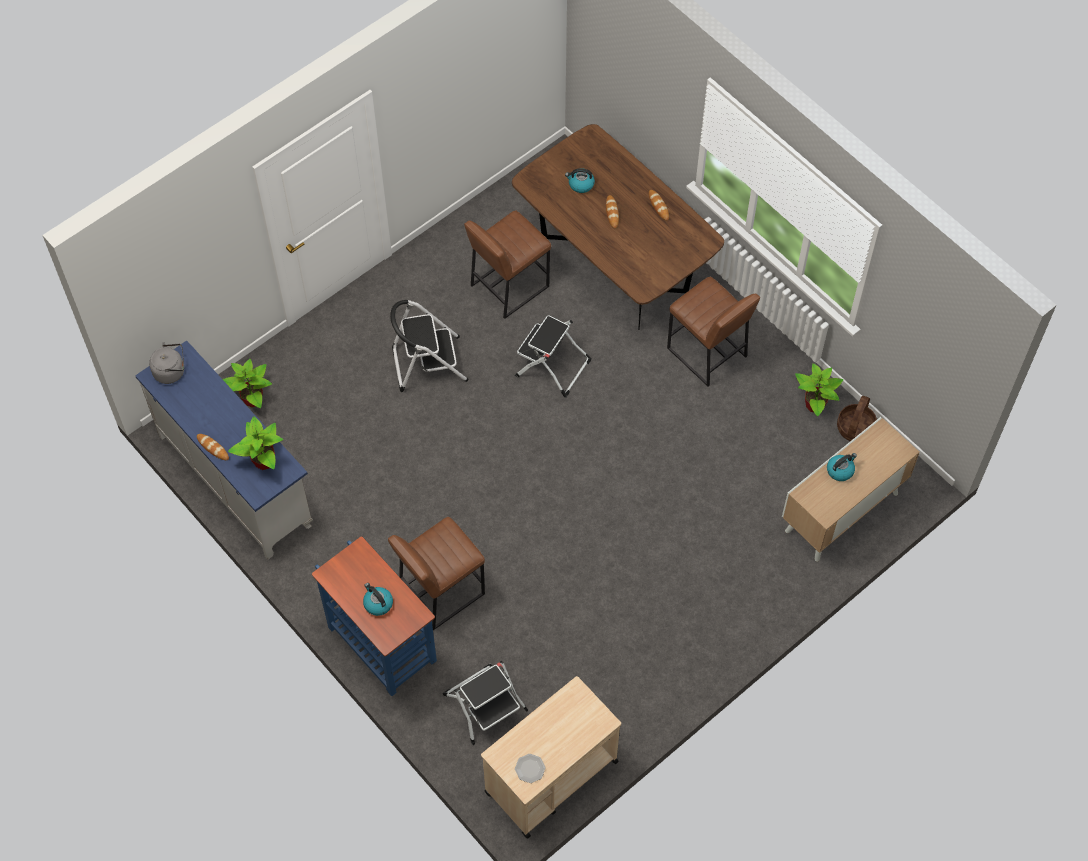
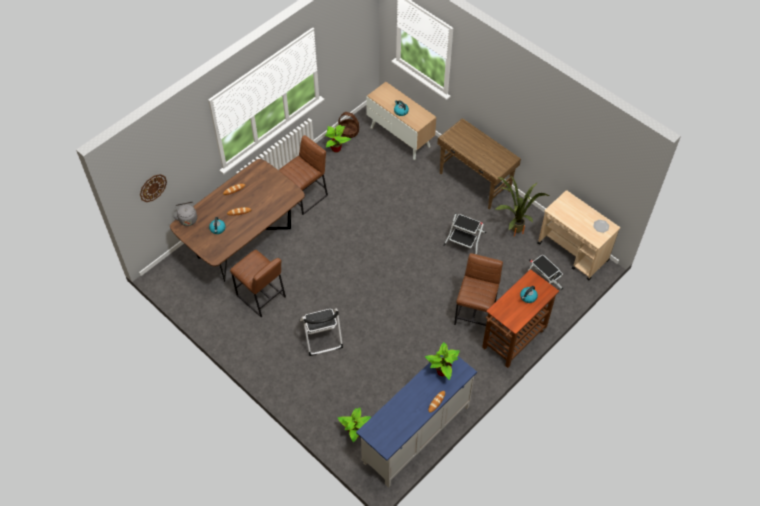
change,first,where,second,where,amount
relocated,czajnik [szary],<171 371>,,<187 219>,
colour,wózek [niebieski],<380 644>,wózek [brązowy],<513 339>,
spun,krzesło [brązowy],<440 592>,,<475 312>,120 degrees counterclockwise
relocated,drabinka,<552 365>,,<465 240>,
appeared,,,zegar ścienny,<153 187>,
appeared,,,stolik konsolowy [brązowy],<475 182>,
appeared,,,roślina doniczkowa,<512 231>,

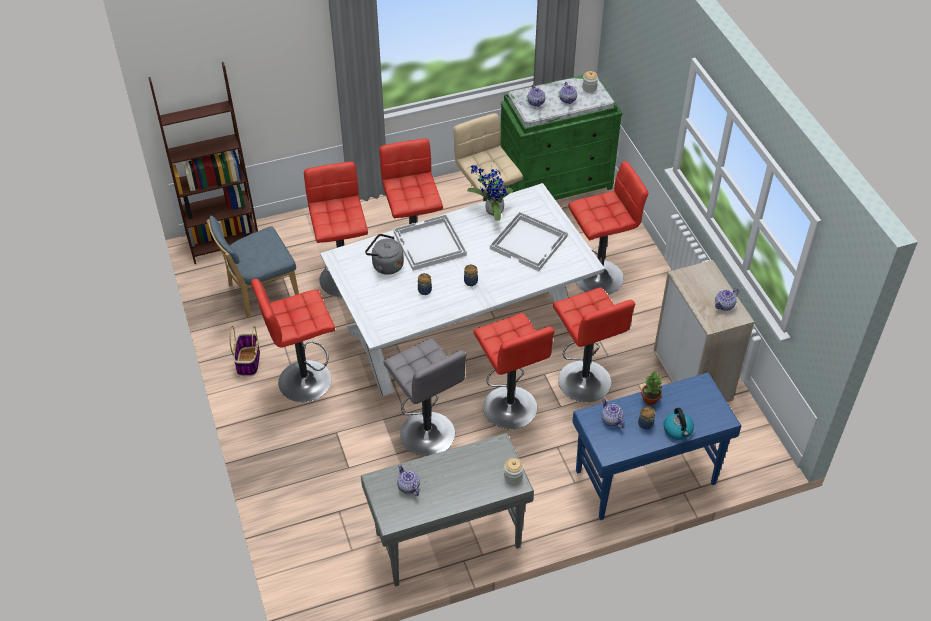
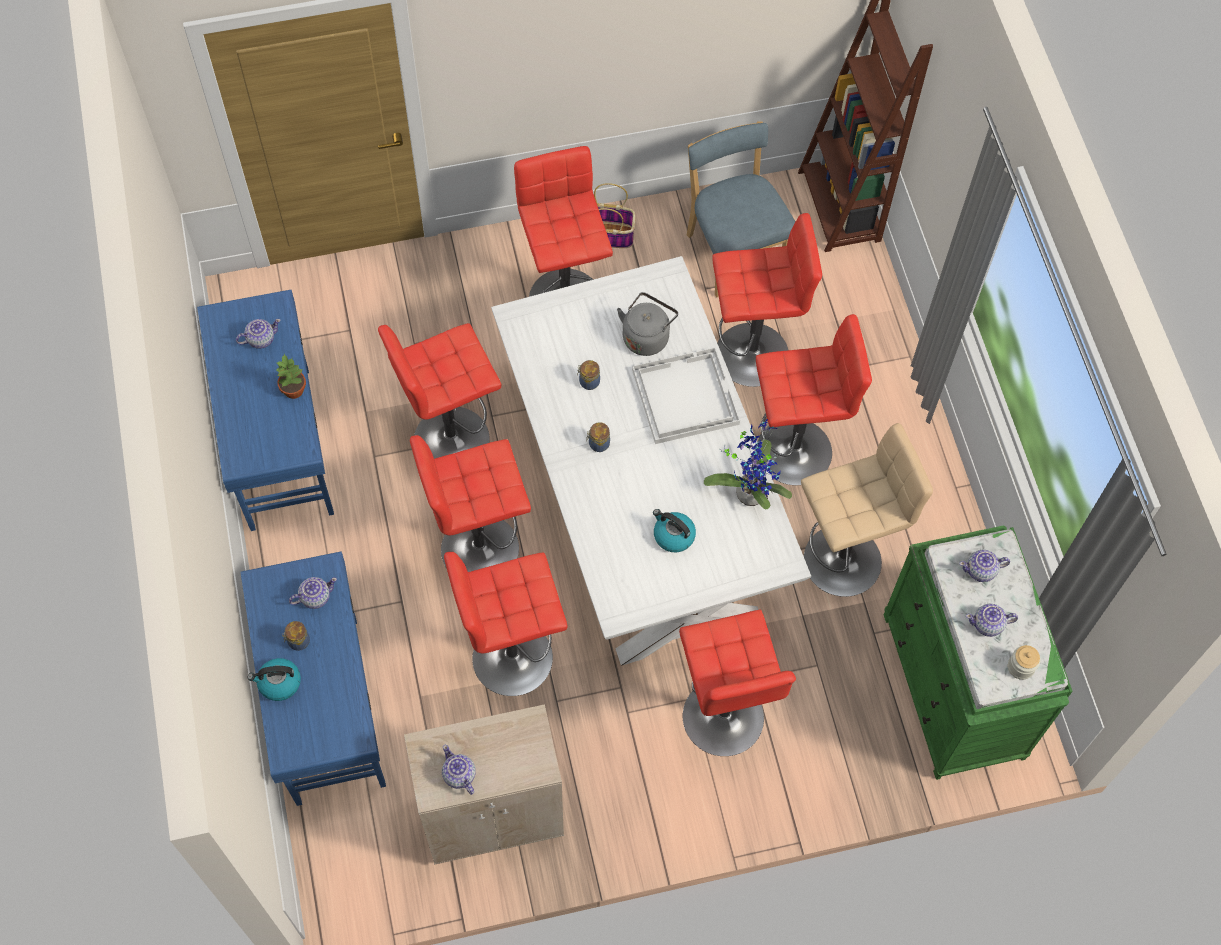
change,first,where,second,where,amount
colour,stolik konsolowy [szary],<447 541>,stolik konsolowy [niebieski],<279 447>,
colour,stołek [szary],<427 434>,stołek [czerwony],<450 439>,
exchanged,taca [biały],<529 242>,czajnik,<673 535>,
missing,słoik,<513 476>,,,
relocated,roślina doniczkowa,<650 399>,,<293 389>,

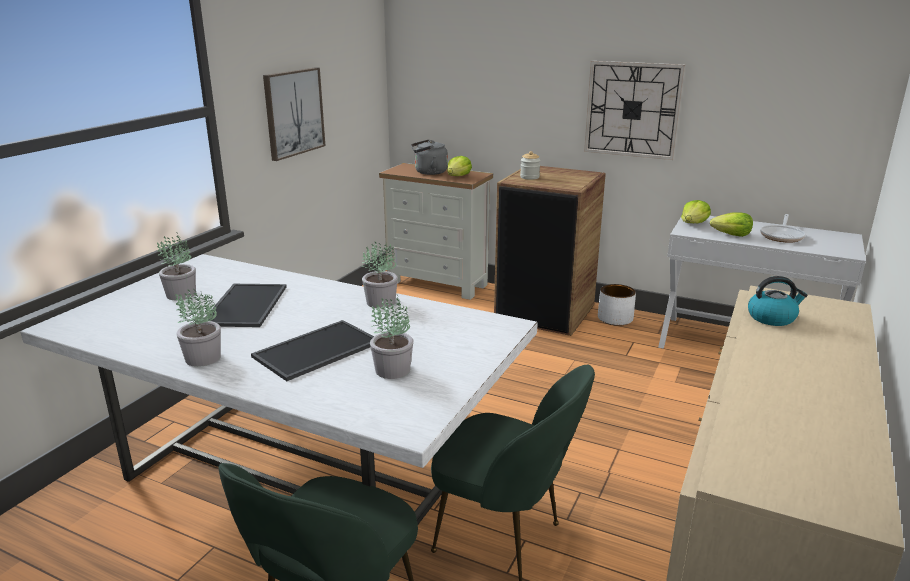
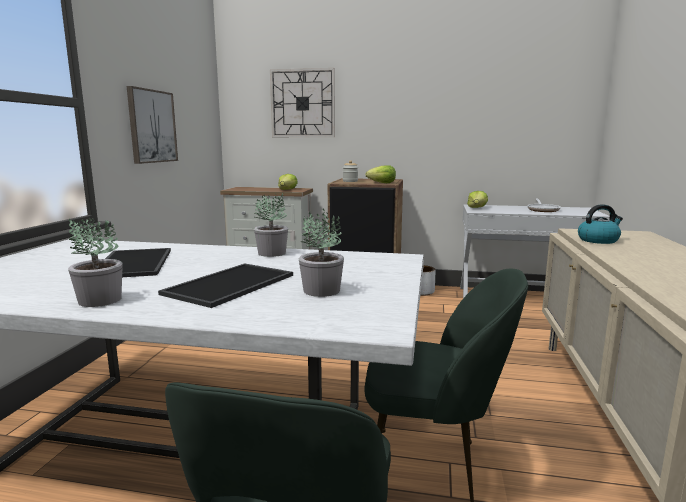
change,first,where,second,where,amount
missing,roślina doniczkowa,<181 294>,,,
missing,czajnik [szary],<428 172>,,,
relocated,zegar ścienny,<632 109>,,<302 103>,
relocated,sałata,<731 235>,,<382 183>,

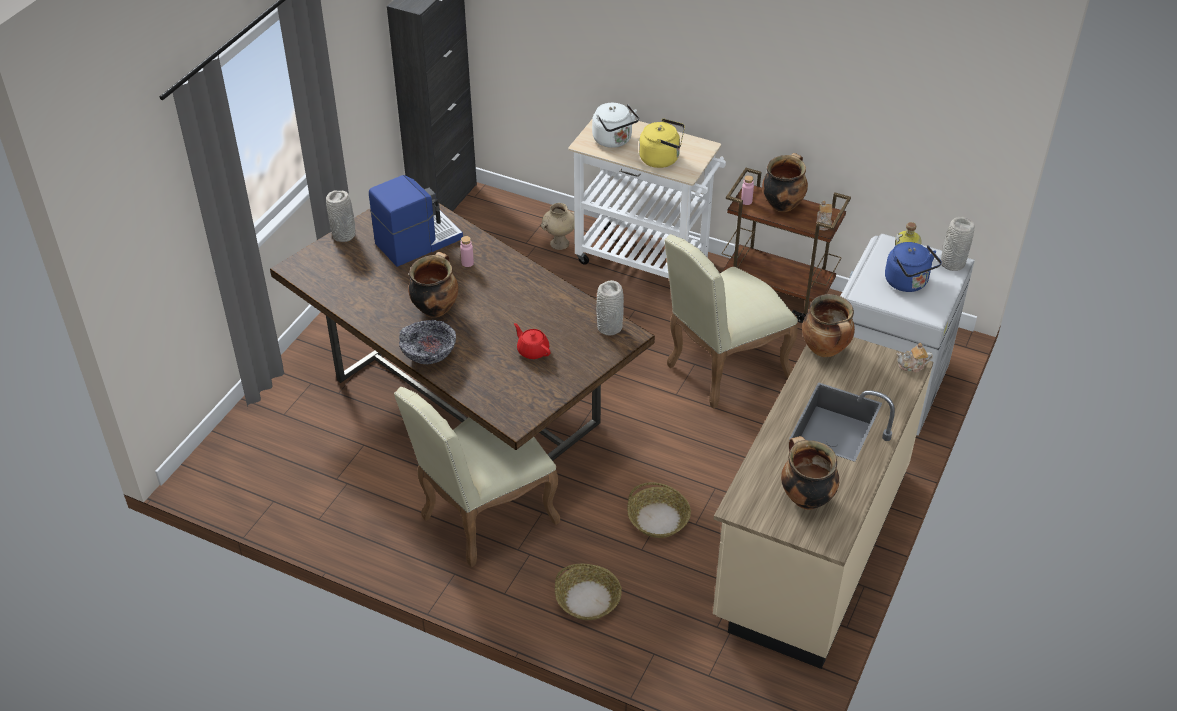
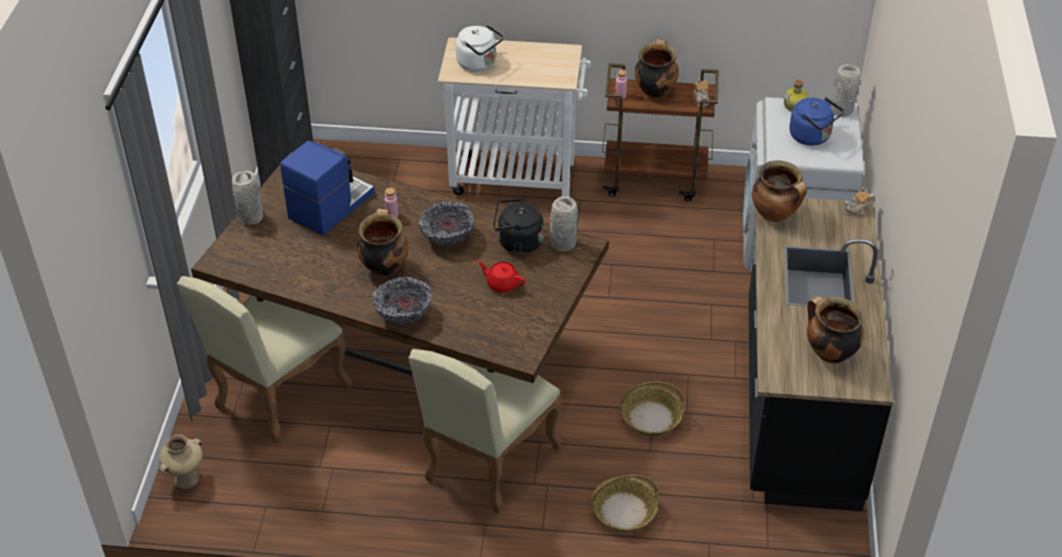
change,first,where,second,where,amount
relocated,wazon [beżowy],<559 243>,,<186 478>,
missing,czajnik [żółty],<662 159>,,,
relocated,krzesło [beżowy],<723 369>,,<277 396>,
colour,zabudowa kuchenna [beżowy],<810 545>,zabudowa kuchenna [czarny],<797 402>,
appeared,,,miska,<447 237>,
appeared,,,czajnik [czarny],<517 242>,

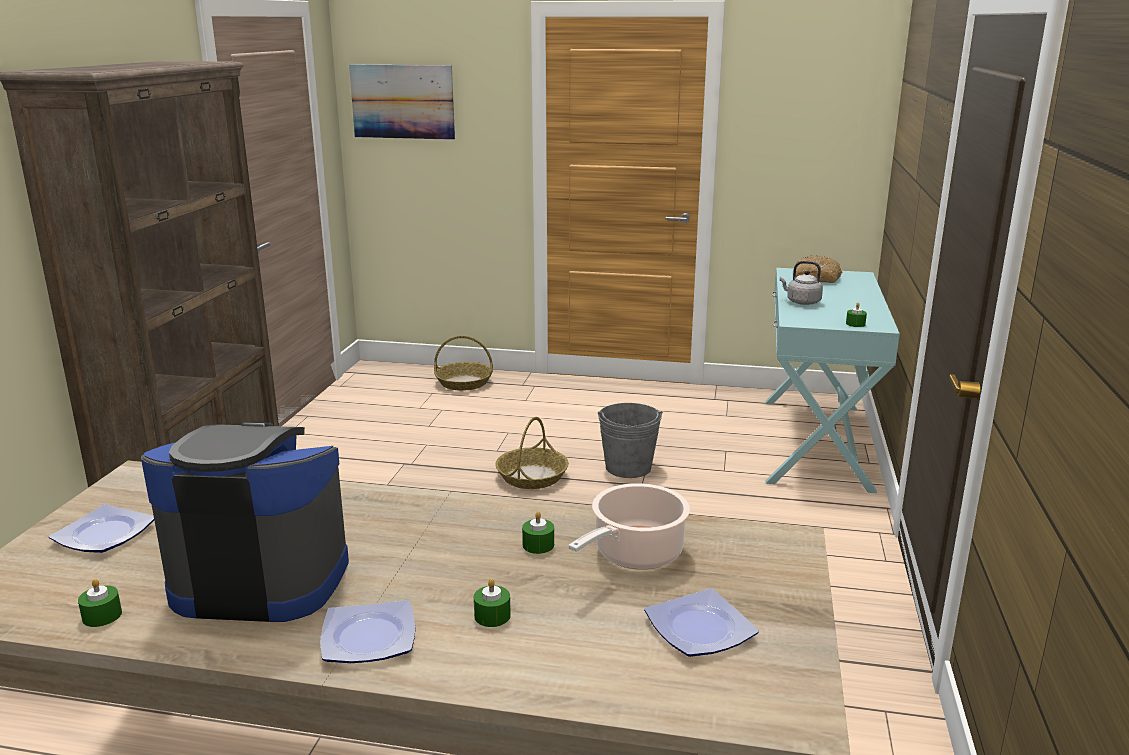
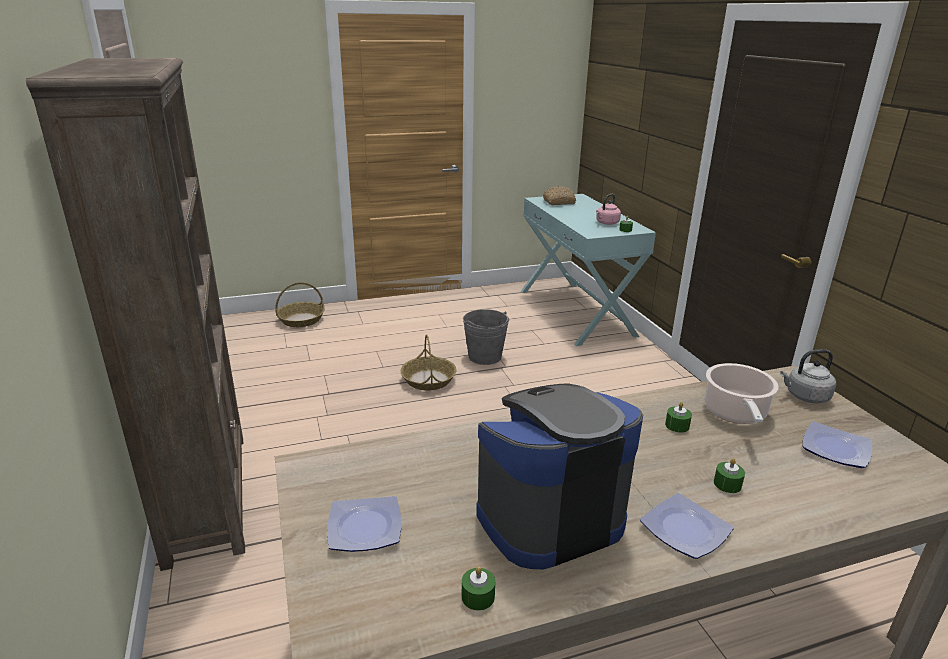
change,first,where,second,where,amount
missing,obraz,<402 101>,,,
relocated,czajnik [szary],<801 302>,,<805 396>,
appeared,,,czajnik [różowy],<606 223>,

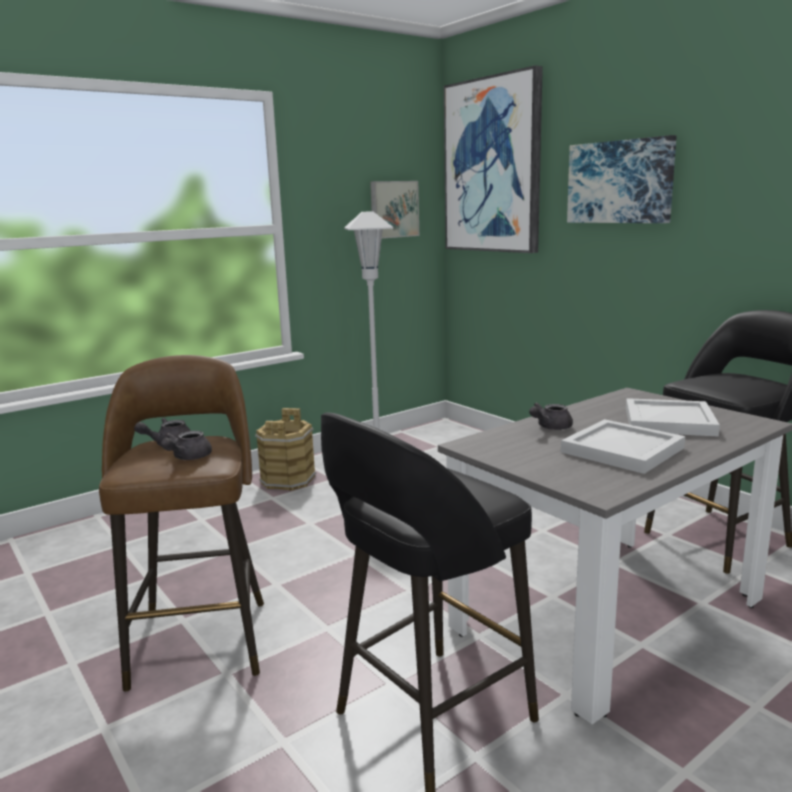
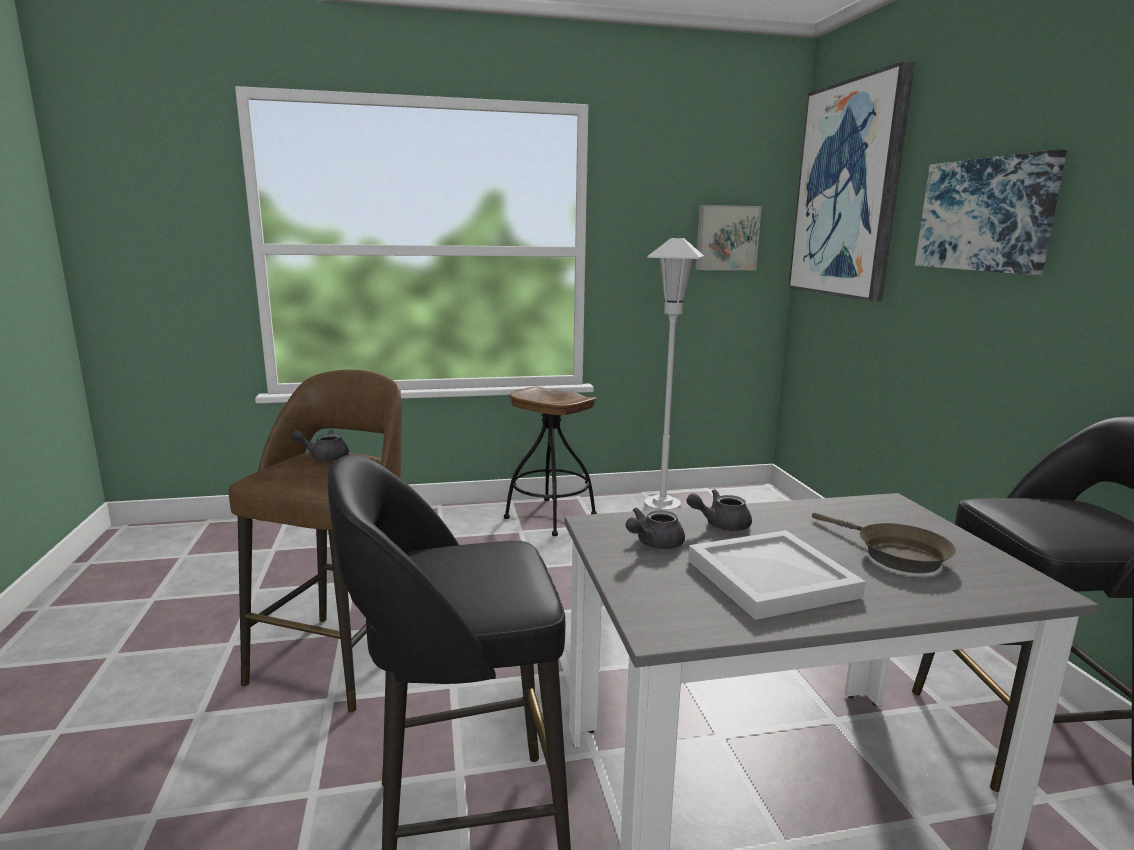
change,first,where,second,where,amount
relocated,imbryk [szary],<187 458>,,<654 544>,
exchanged,wiadro [brązowy],<287 480>,stołek [brązowy],<550 516>,
exchanged,taca [biały],<670 422>,patelnia [brązowy],<894 554>,

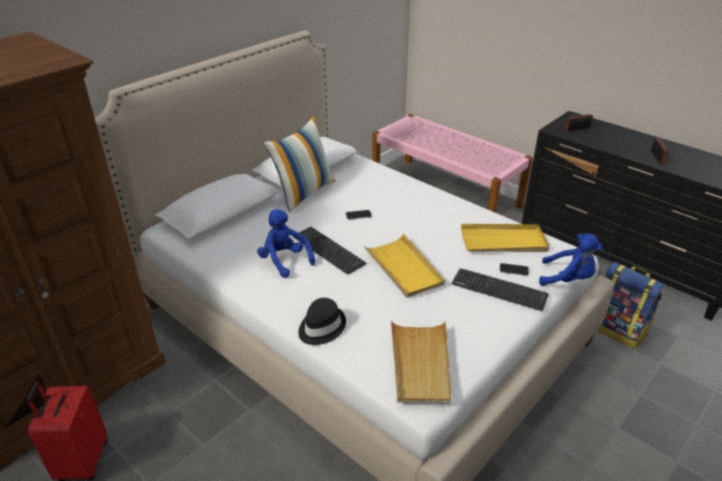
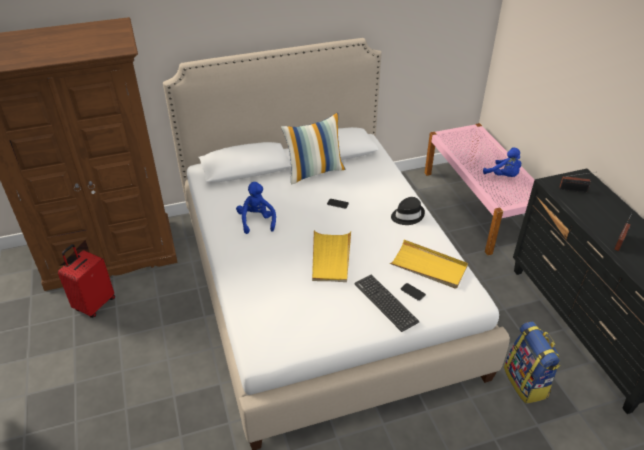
change,first,where,second,where,amount
missing,klawiatura,<328 250>,,,
relocated,kapelusz [czarny],<321 327>,,<407 215>,
missing,taca [beżowy],<420 364>,,,
relocated,pluszak [niebieski],<568 279>,,<503 176>,

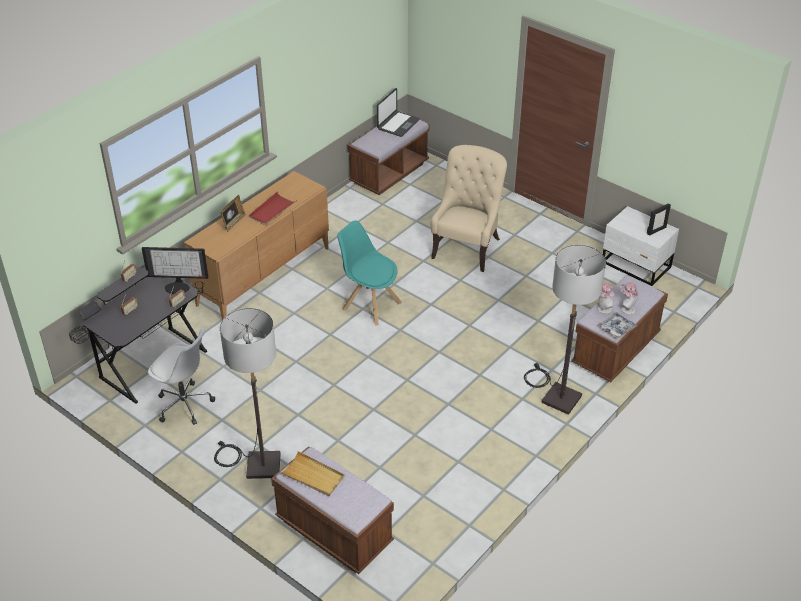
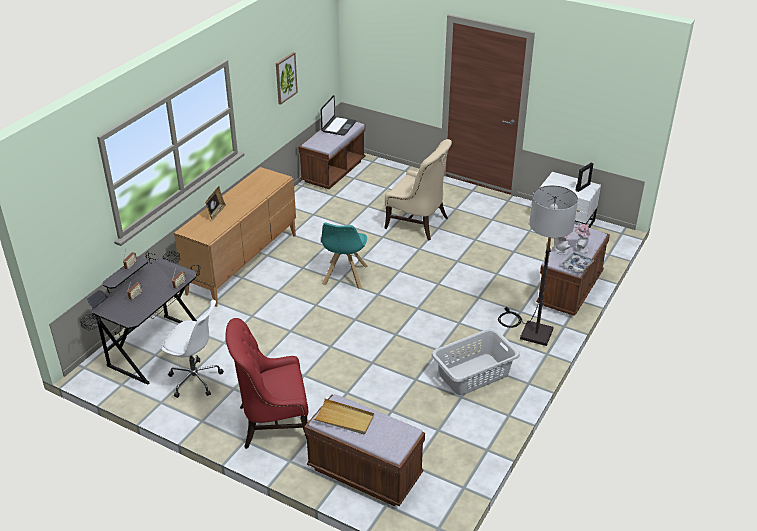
change,first,where,second,where,amount
missing,monitor,<178 286>,,,
exchanged,lampa stojąca,<253 463>,krzesło [czerwony],<272 422>,
missing,taca [czerwony],<272 210>,,,
spun,krzesło [turkusowy],<369 304>,,<344 276>,105 degrees counterclockwise
spun,krzesło [beżowy],<467 248>,,<418 223>,105 degrees clockwise
appeared,,,obraz,<285 78>,
appeared,,,kosz na pranie [szary],<474 374>,

